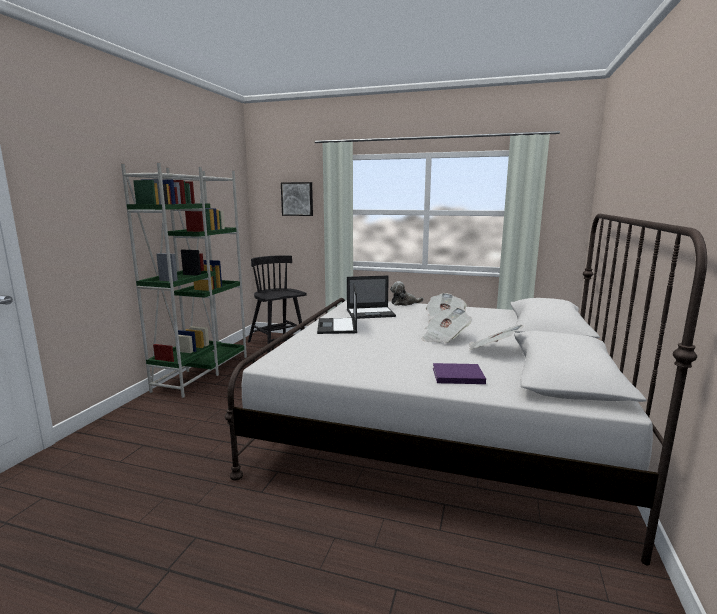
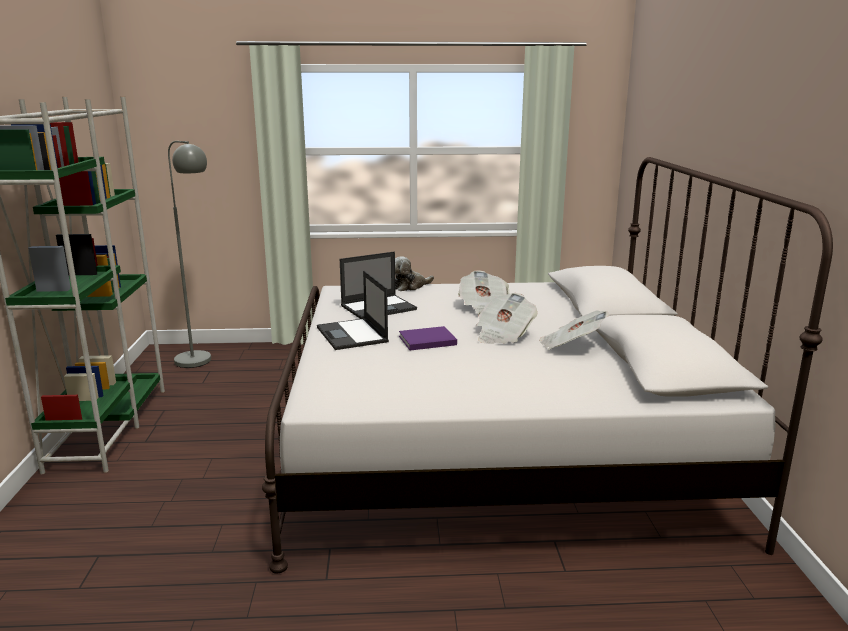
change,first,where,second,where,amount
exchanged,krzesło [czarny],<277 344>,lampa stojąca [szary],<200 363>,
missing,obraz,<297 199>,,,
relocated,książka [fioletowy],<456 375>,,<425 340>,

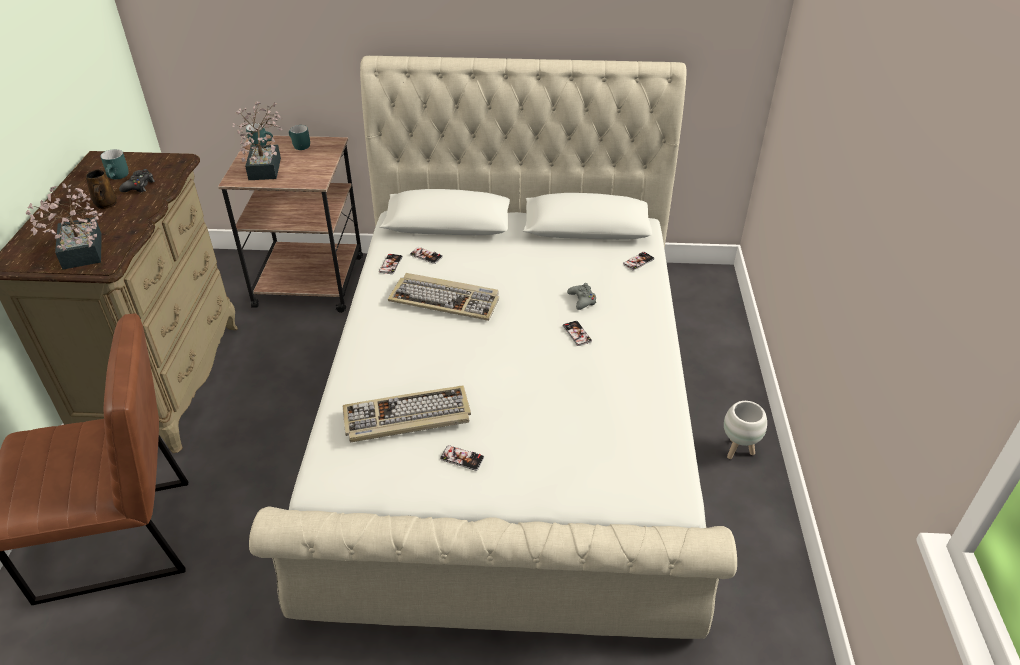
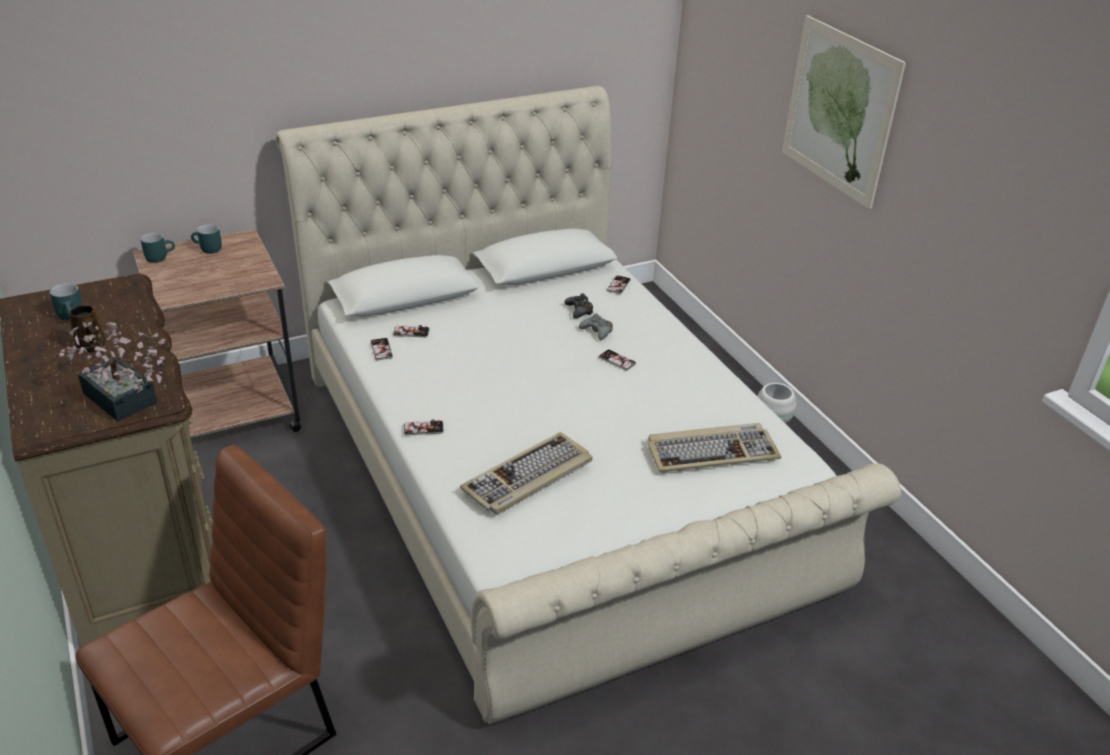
change,first,where,second,where,amount
relocated,pad do gier [czarny],<139 186>,,<579 310>,
missing,roślina doniczkowa,<266 166>,,,
relocated,klawiatura,<446 300>,,<712 451>,
relocated,telefon,<462 458>,,<423 428>,
appeared,,,obraz,<839 111>,

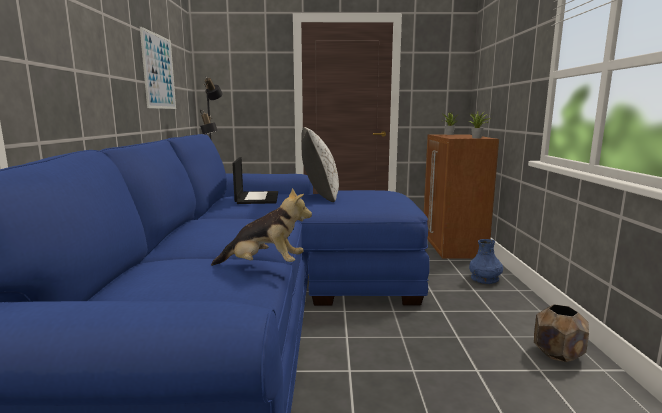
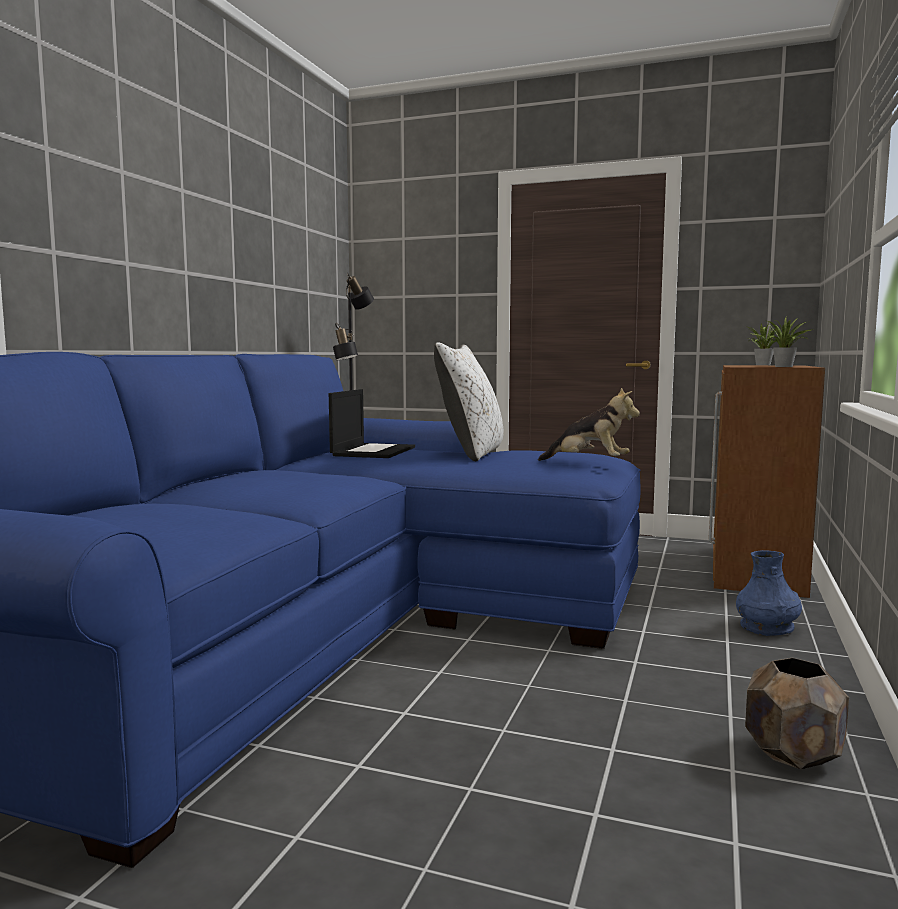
change,first,where,second,where,amount
missing,obraz,<159 72>,,,
relocated,pluszak,<264 265>,,<589 463>,

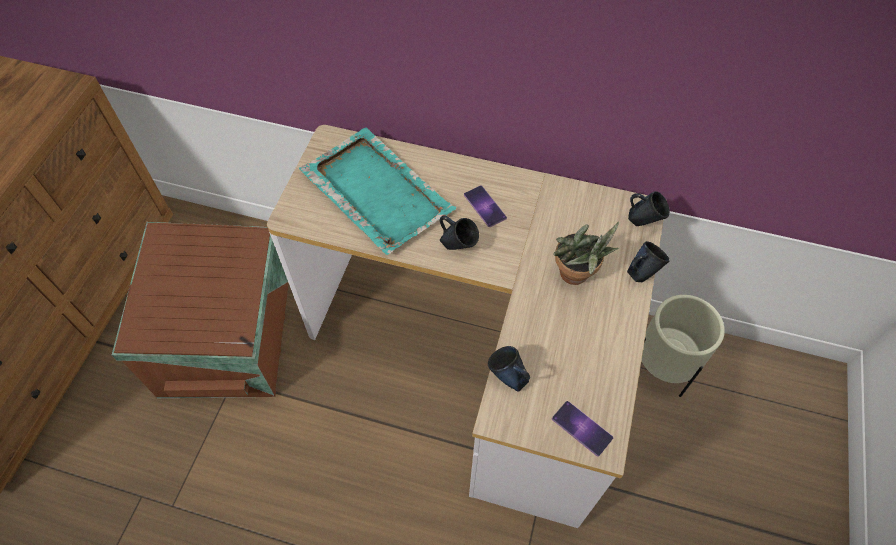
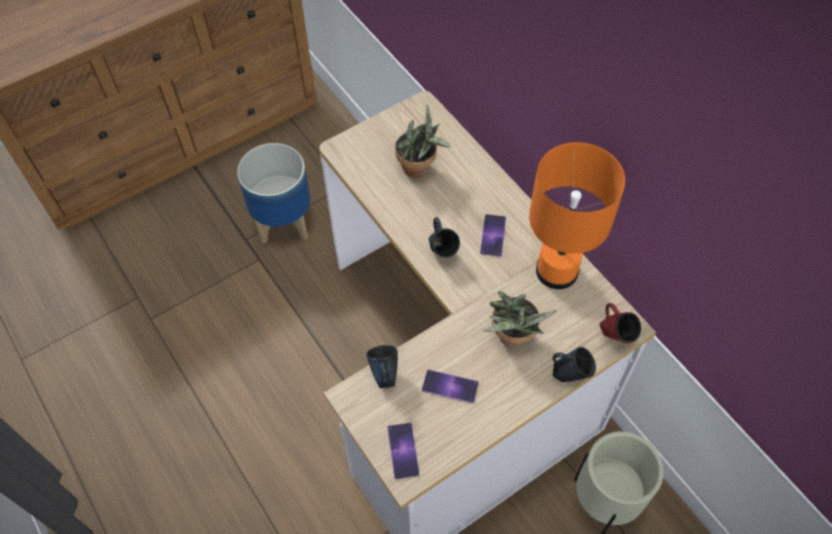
change,first,where,second,where,amount
exchanged,pojemnik do przechowywania [brązowy],<229 333>,donica,<284 222>,
exchanged,taca [turkusowy],<376 191>,roślina doniczkowa,<420 169>,
colour,kubek [niebieski],<643 221>,kubek [czerwony],<615 335>,
appeared,,,telefon,<450 386>,
appeared,,,lampa stołowa [pomarańczowy],<557 271>,

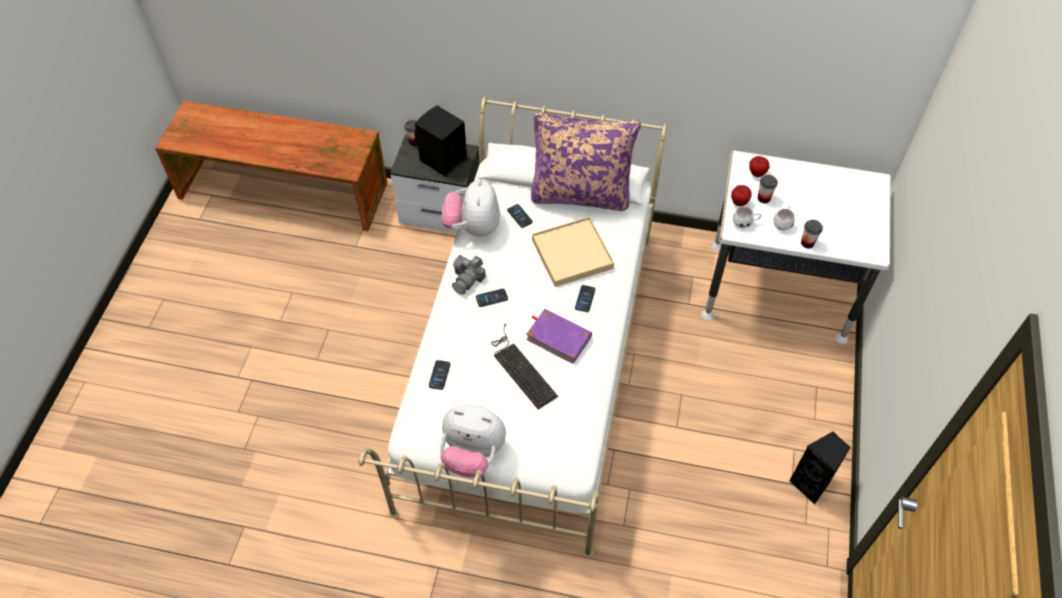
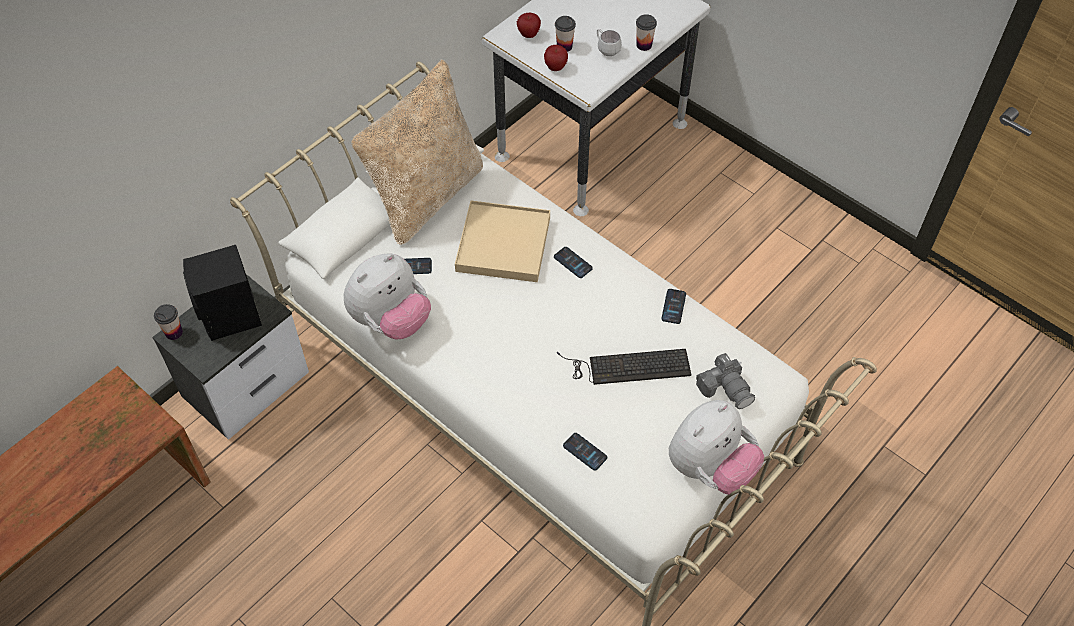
change,first,where,second,where,amount
spun,pluszak,<473 227>,,<391 320>,75 degrees counterclockwise
relocated,aparat fotograficzny,<468 279>,,<725 388>,
relocated,telefon,<491 298>,,<673 306>,
missing,książka [fioletowy],<558 337>,,,
colour,poduszka [fioletowy],<581 197>,poduszka [beżowy],<429 197>,
missing,kubek [biały],<745 223>,,,
missing,głośnik [czarny],<811 484>,,,

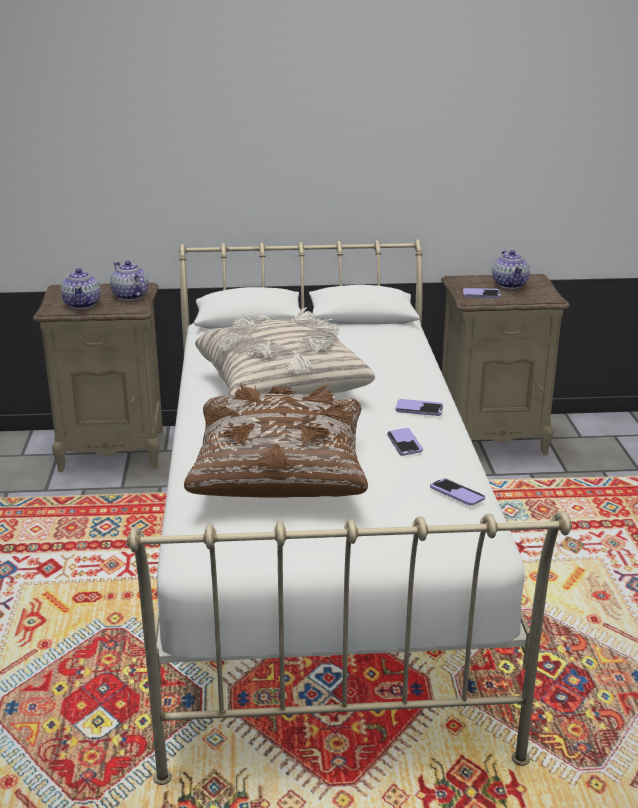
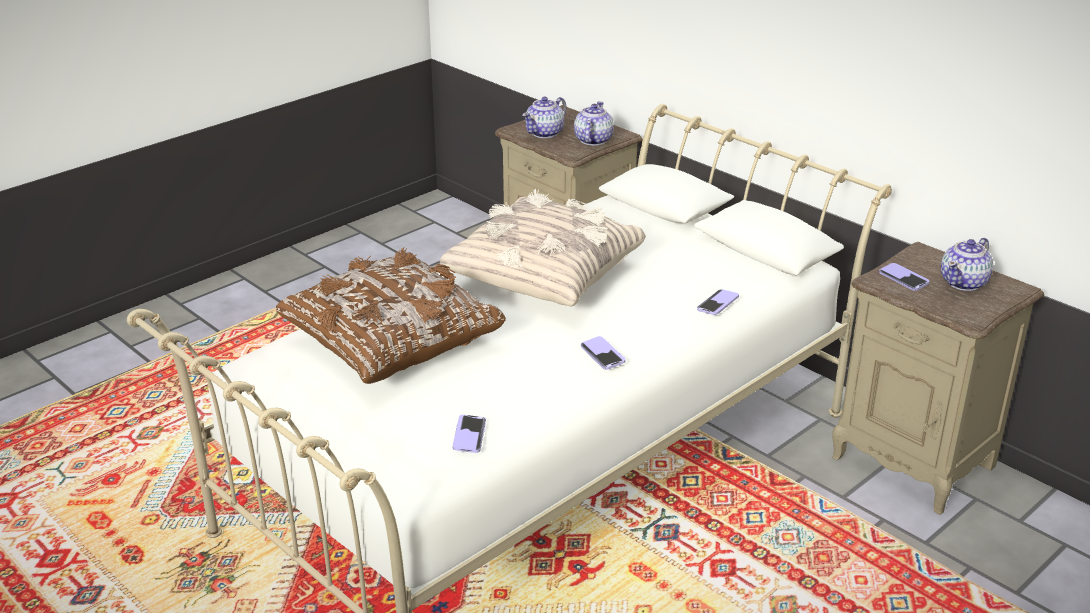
change,first,where,second,where,amount
relocated,telefon,<404 443>,,<717 303>,

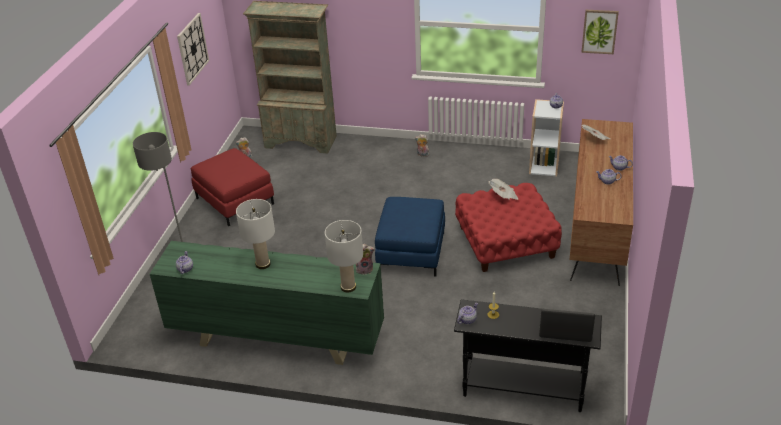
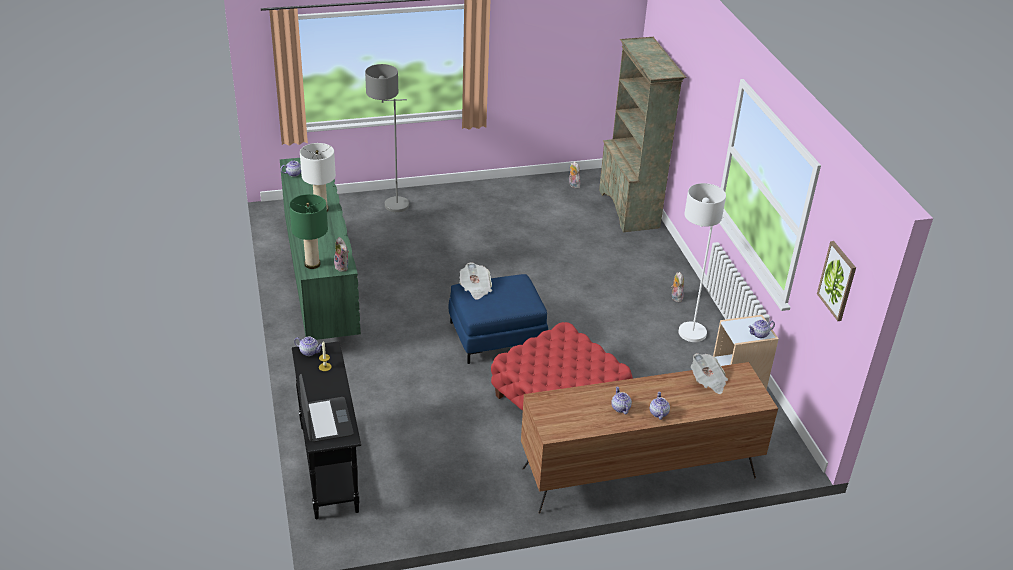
change,first,where,second,where,amount
missing,zegar ścienny,<192 48>,,,
missing,pufa [czerwony],<234 201>,,,
colour,lampa stołowa [biały],<348 287>,lampa stołowa [zielony],<312 264>,
relocated,gazeta,<503 196>,,<475 288>,
appeared,,,lampa stojąca [biały],<685 336>,

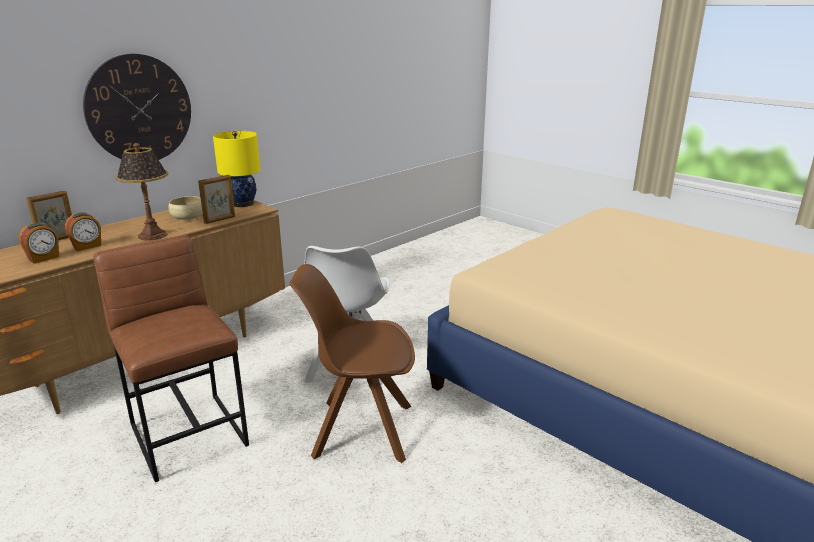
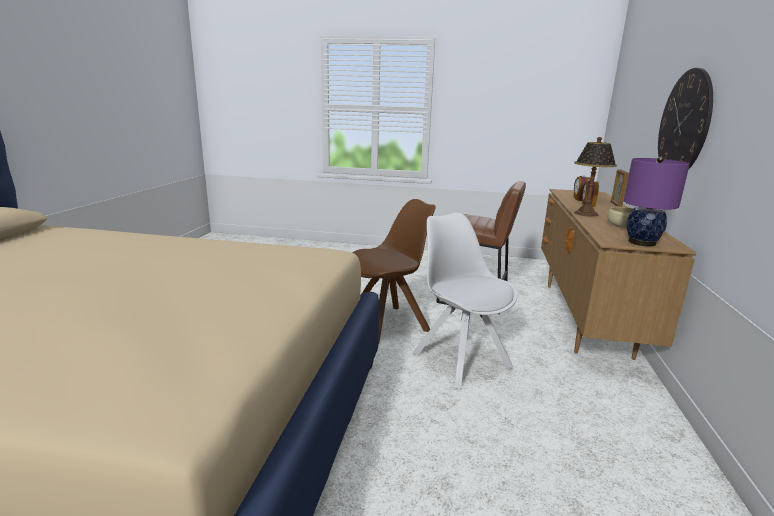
change,first,where,second,where,amount
missing,ramka na zdjęcie,<220 220>,,,
colour,lampa stołowa [żółty],<243 204>,lampa stołowa [fioletowy],<641 242>,

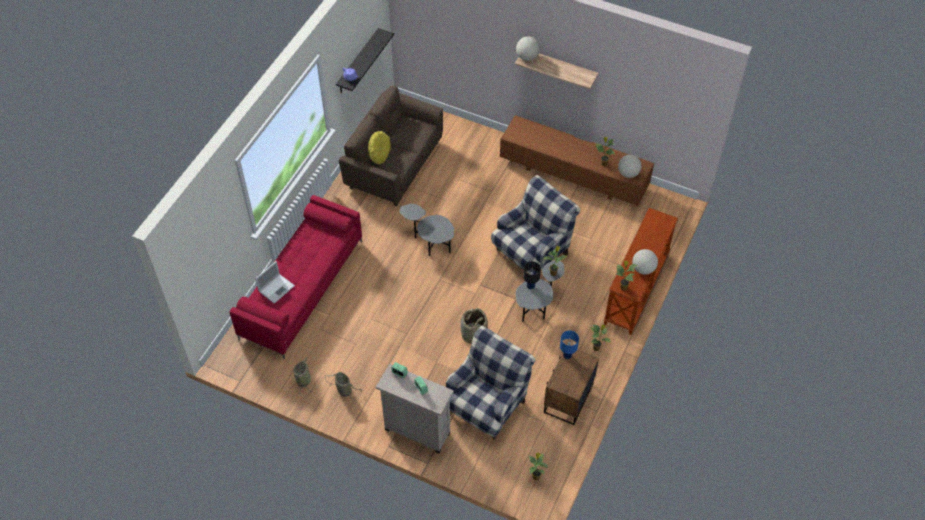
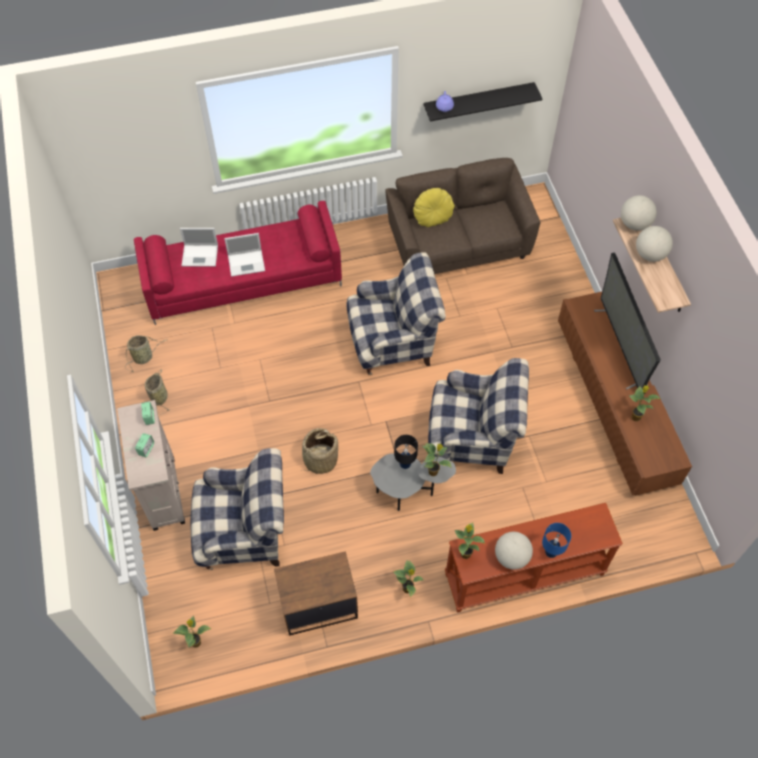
change,first,where,second,where,amount
exchanged,stolik [szary],<430 244>,fotel,<393 343>,
relocated,lampa stołowa [niebieski],<567 355>,,<551 551>,
relocated,globus,<628 173>,,<650 254>,
appeared,,,laptop,<247 263>,
appeared,,,telewizor,<620 346>,

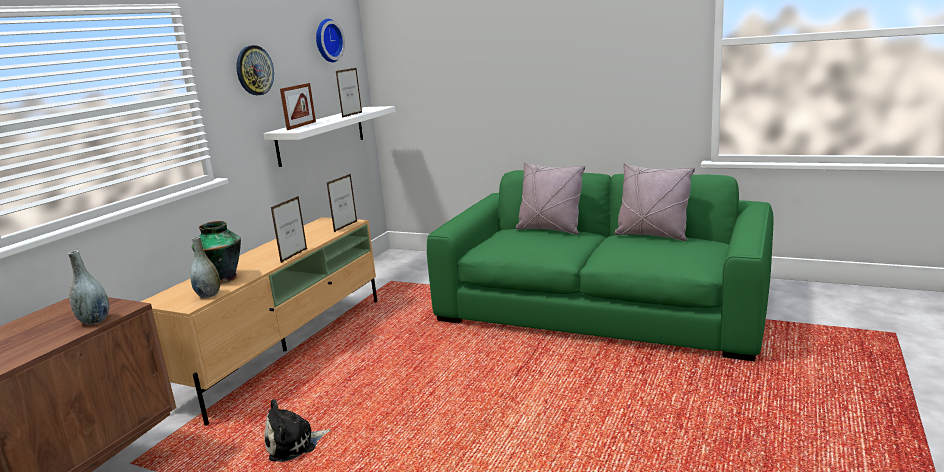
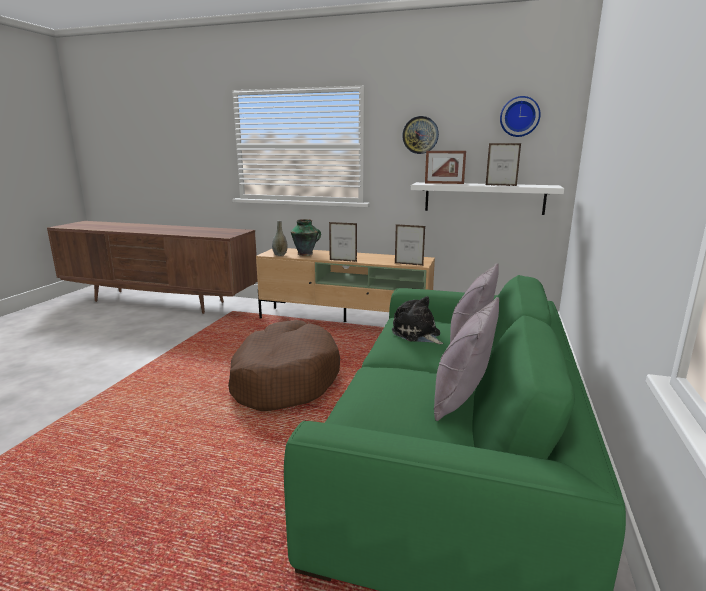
change,first,where,second,where,amount
missing,wazon [szary],<94 321>,,,
relocated,pluszak,<294 444>,,<417 334>,
appeared,,,legowisko [brązowy],<284 379>,

